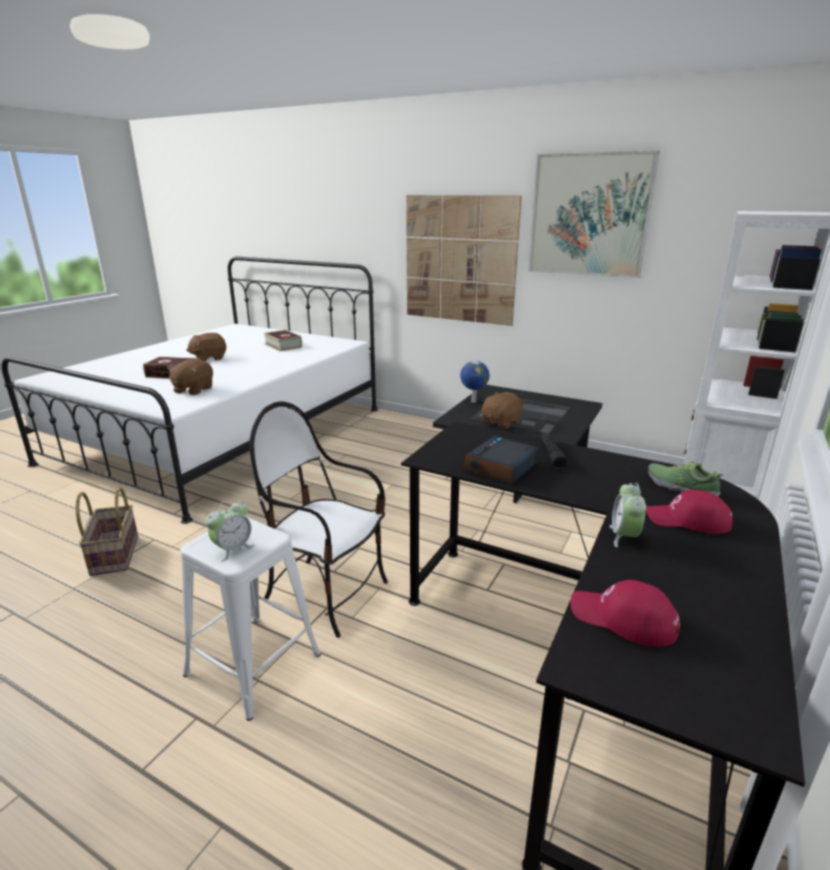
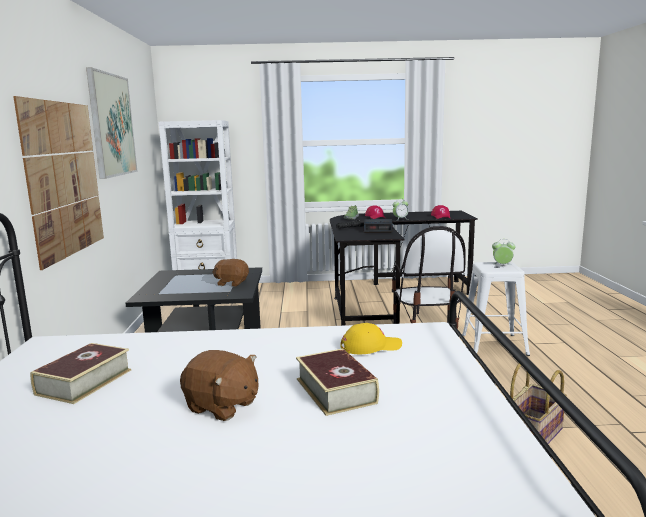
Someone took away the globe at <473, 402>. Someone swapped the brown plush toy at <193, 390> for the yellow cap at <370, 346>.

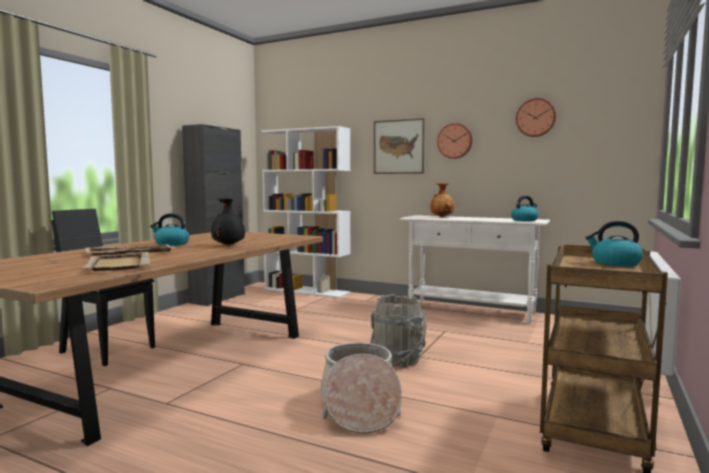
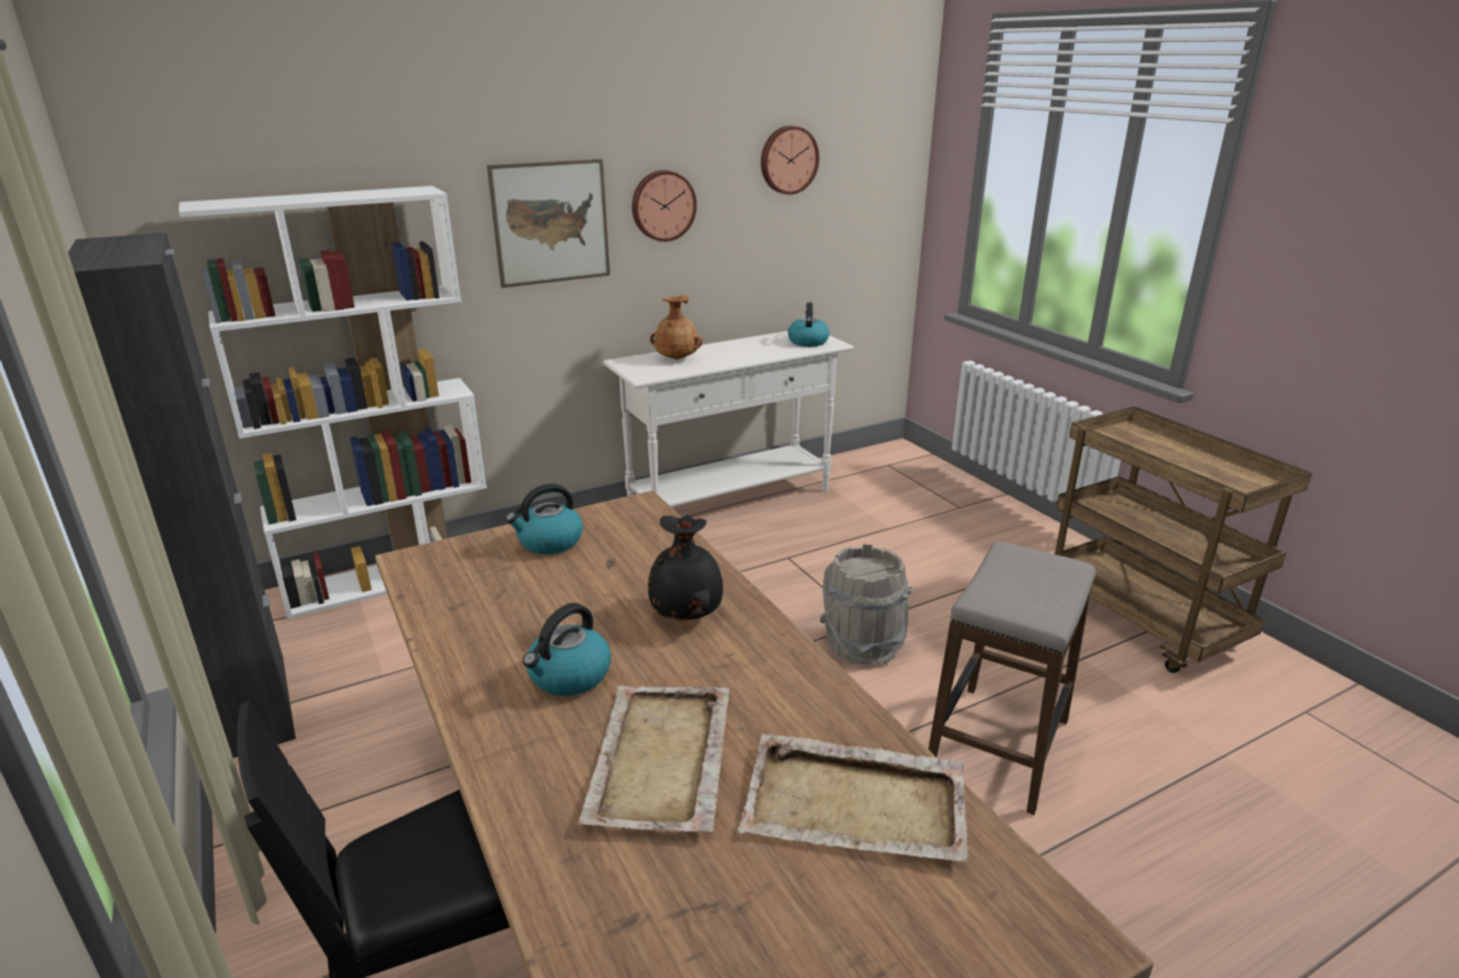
Someone carried the kettle from <615, 263> to <549, 542>. Someone swapped the basket at <359, 407> for the stool at <999, 746>.

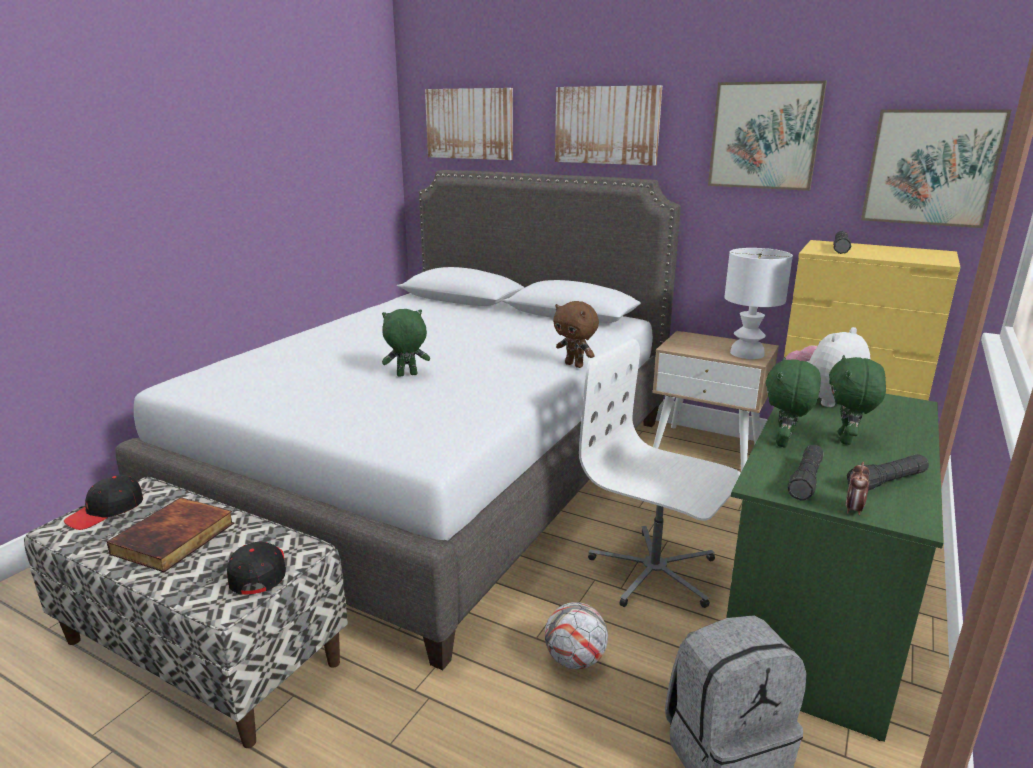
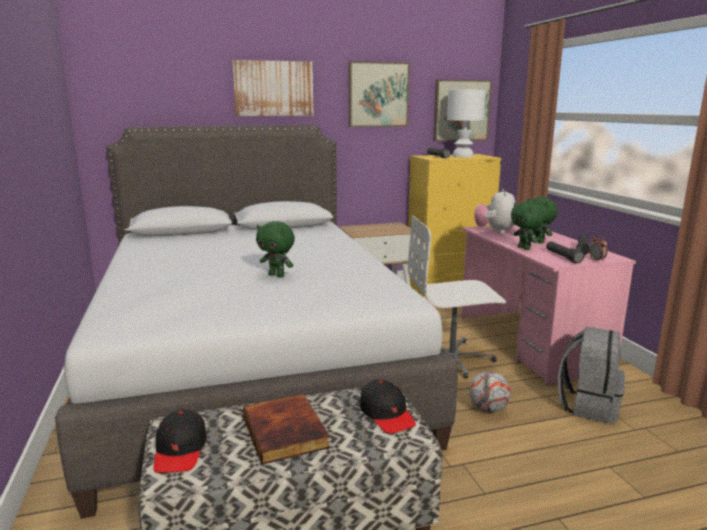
Someone took away the picture at <469, 124>. Someone took away the brown plush toy at <575, 365>. Someone carried the white table lamp from <748, 353> to <463, 156>. Someone repainted the green desk at <817, 611>, which became the pink desk at <529, 343>. Someone rotated the black cap at <258, 572> by 150 degrees counterclockwise. Someone rotated the green plush toy at <406, 375> by 90 degrees counterclockwise.

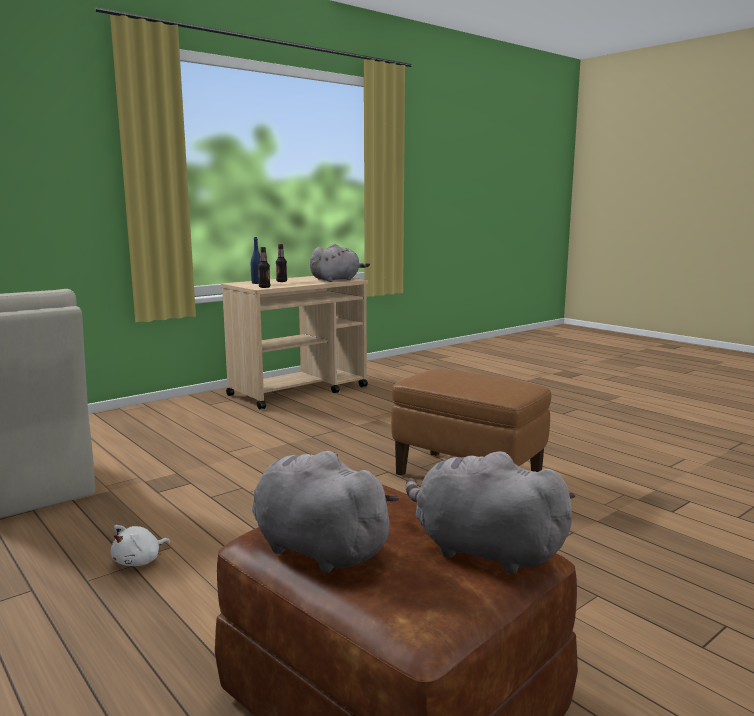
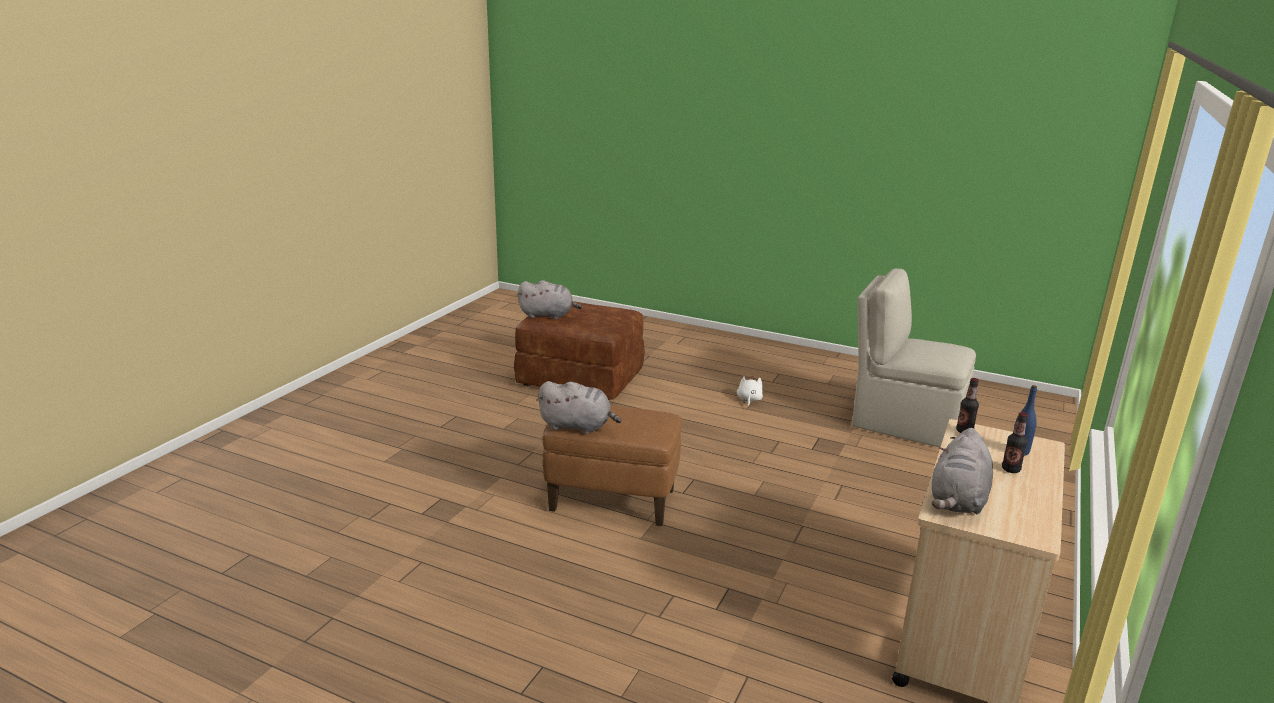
Someone carried the grey plush toy from <315, 548> to <578, 426>.

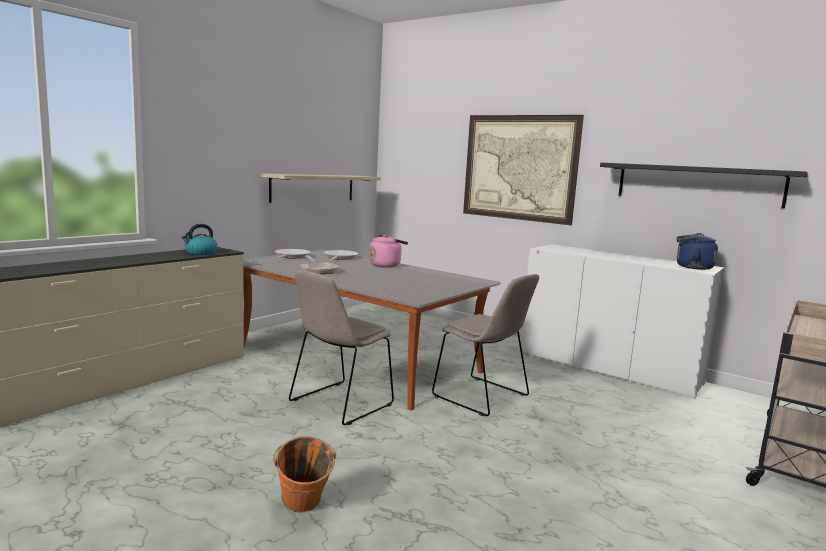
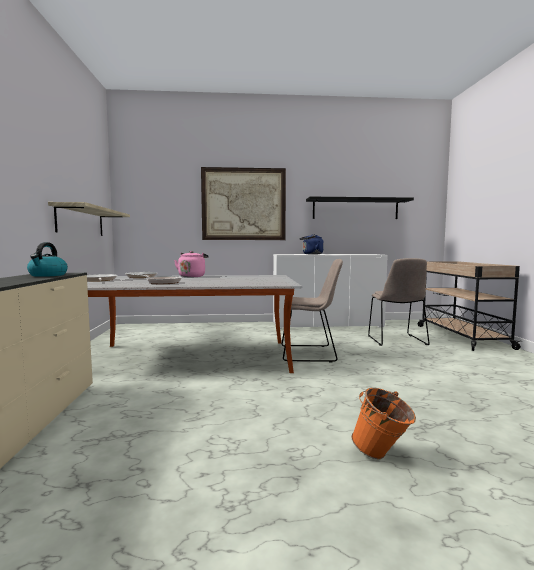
Someone carried the beige chair from <339, 404> to <397, 341>. Someone carried the blue kettle from <691, 267> to <311, 254>.

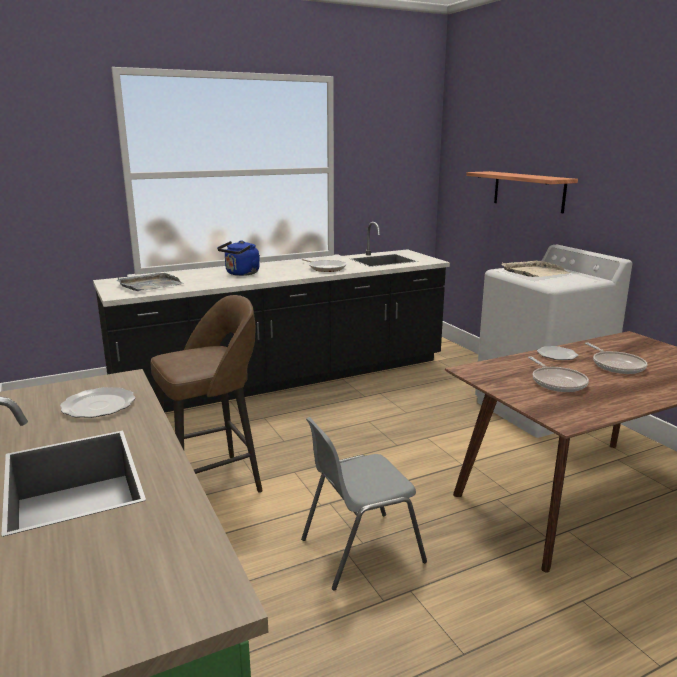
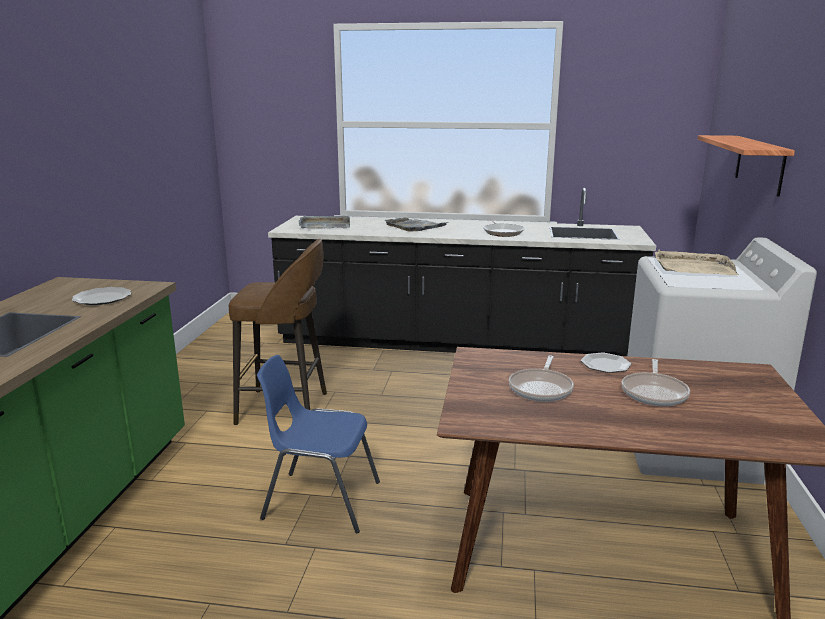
Someone swapped the blue kettle at <241, 274> for the grey tray at <414, 226>. Someone repainted the grey chair at <359, 550>, which became the blue chair at <320, 500>.

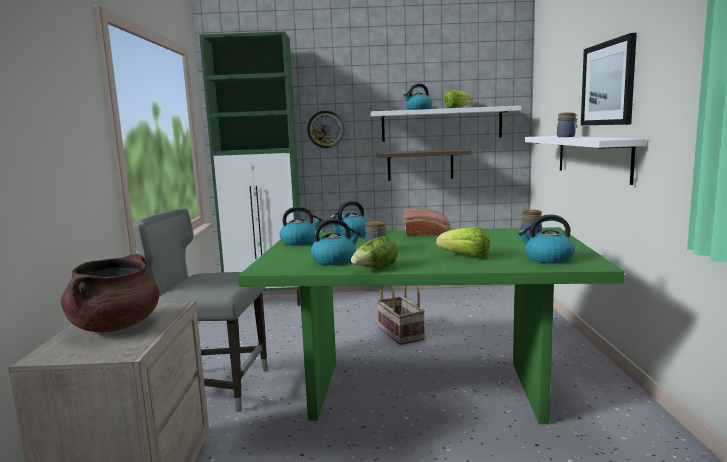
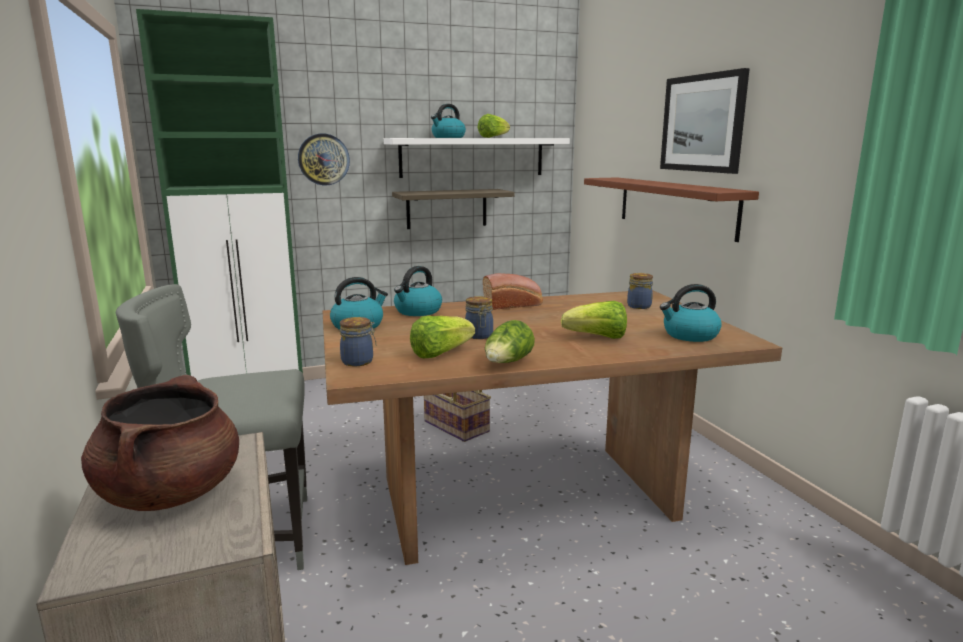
Someone carried the jar from <566, 137> to <359, 361>. Someone swapped the kettle at <335, 260> for the lettuce at <440, 353>. Someone repainted the green dining table at <423, 390>, which became the brown dining table at <525, 499>. Someone repainted the white shelf at <592, 156>, which became the brown shelf at <675, 206>.

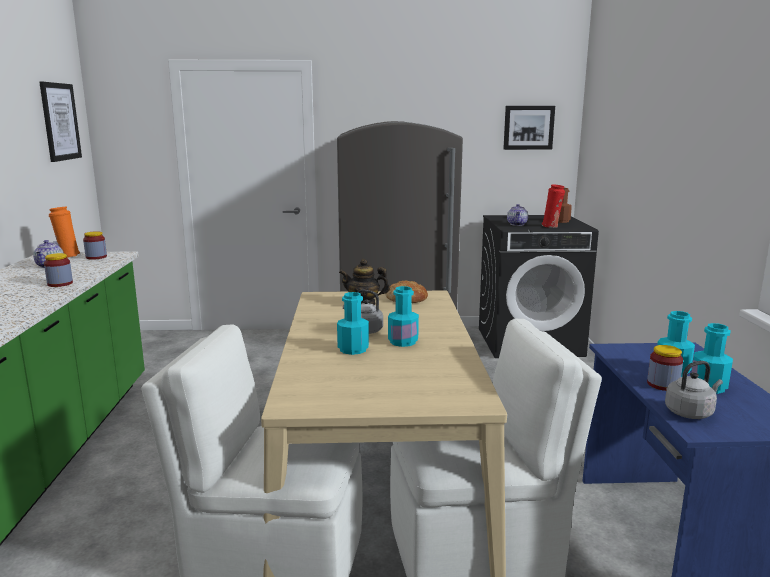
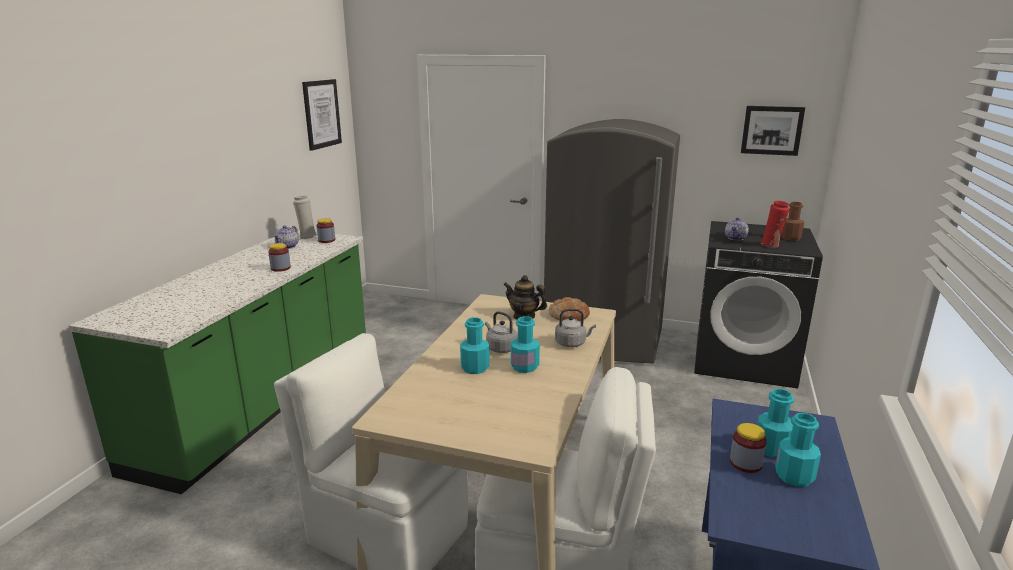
Someone carried the grey kettle from <690, 412> to <572, 343>. Someone repainted the orange vase at <67, 256>, which became the white vase at <306, 237>.

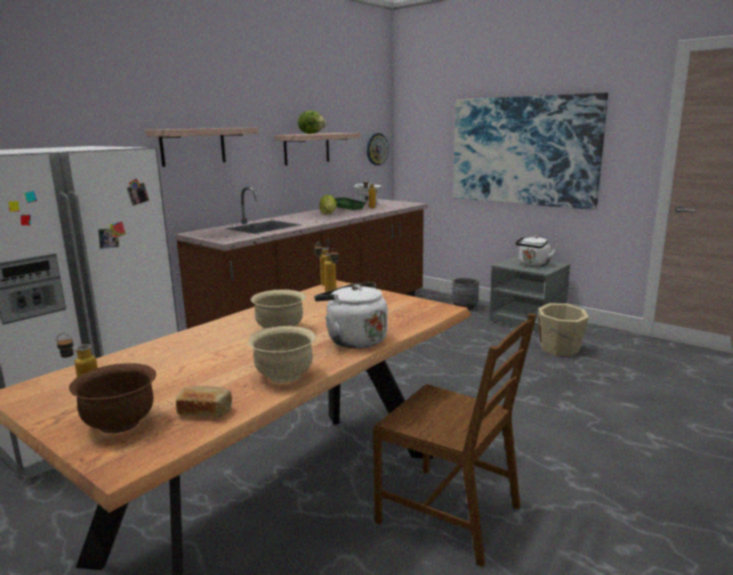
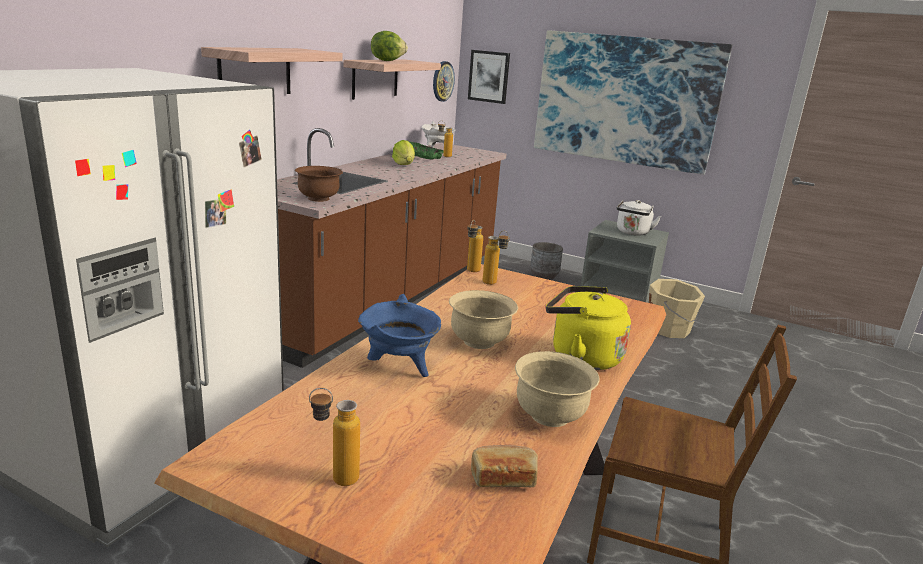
Someone put down the blue cooking pot at <399, 367>. Someone put up the picture at <489, 76>. Someone carried the brown bowl from <120, 424> to <319, 199>. Someone repainted the white kettle at <353, 340>, which became the yellow kettle at <581, 357>.

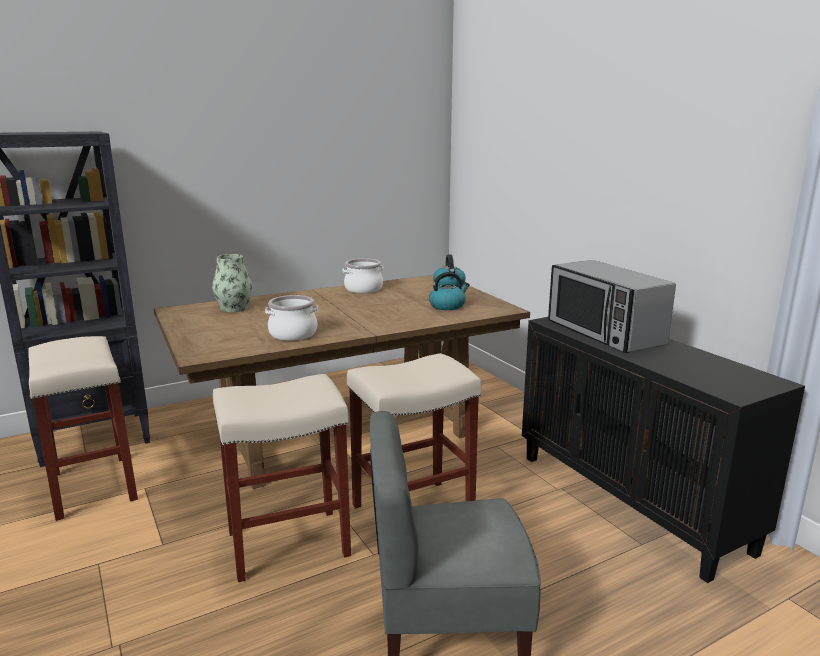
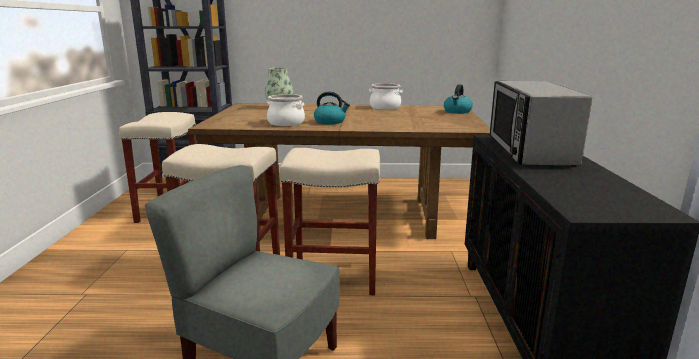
Someone carried the kettle from <447, 306> to <330, 122>.

